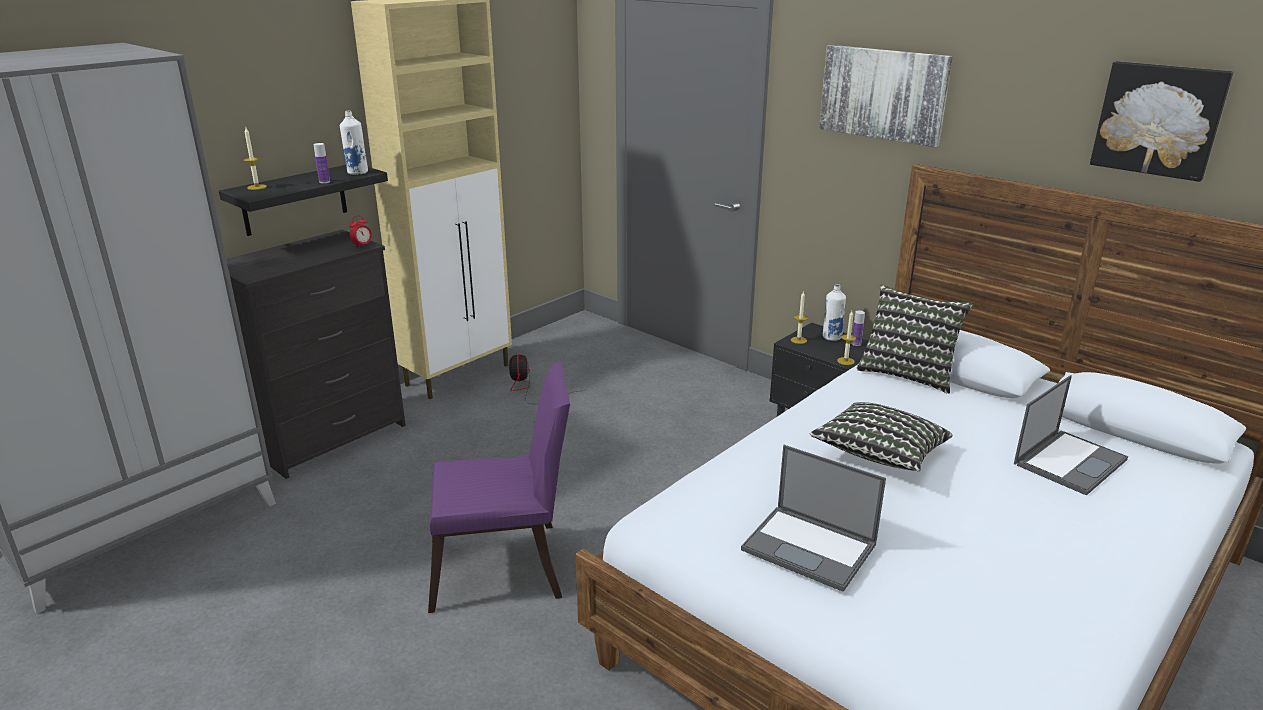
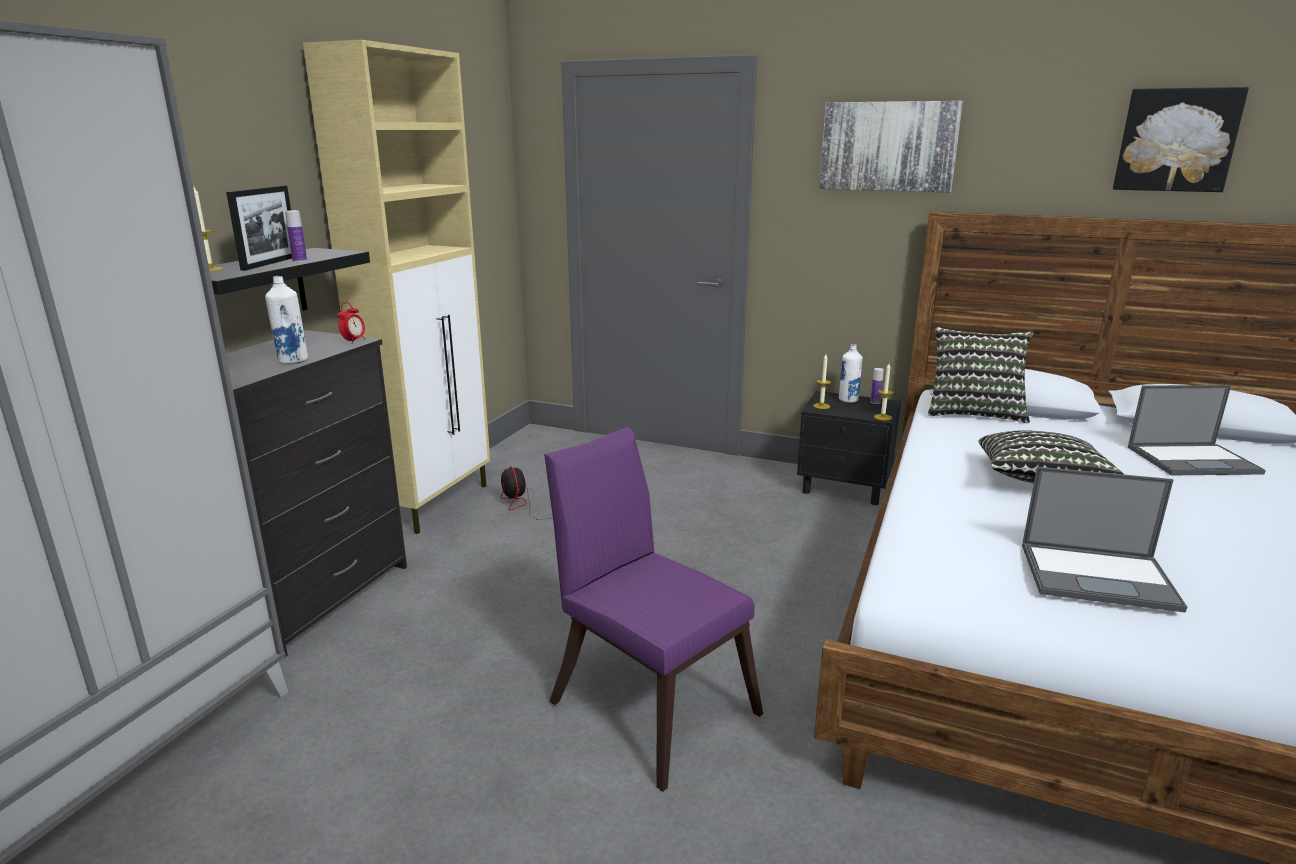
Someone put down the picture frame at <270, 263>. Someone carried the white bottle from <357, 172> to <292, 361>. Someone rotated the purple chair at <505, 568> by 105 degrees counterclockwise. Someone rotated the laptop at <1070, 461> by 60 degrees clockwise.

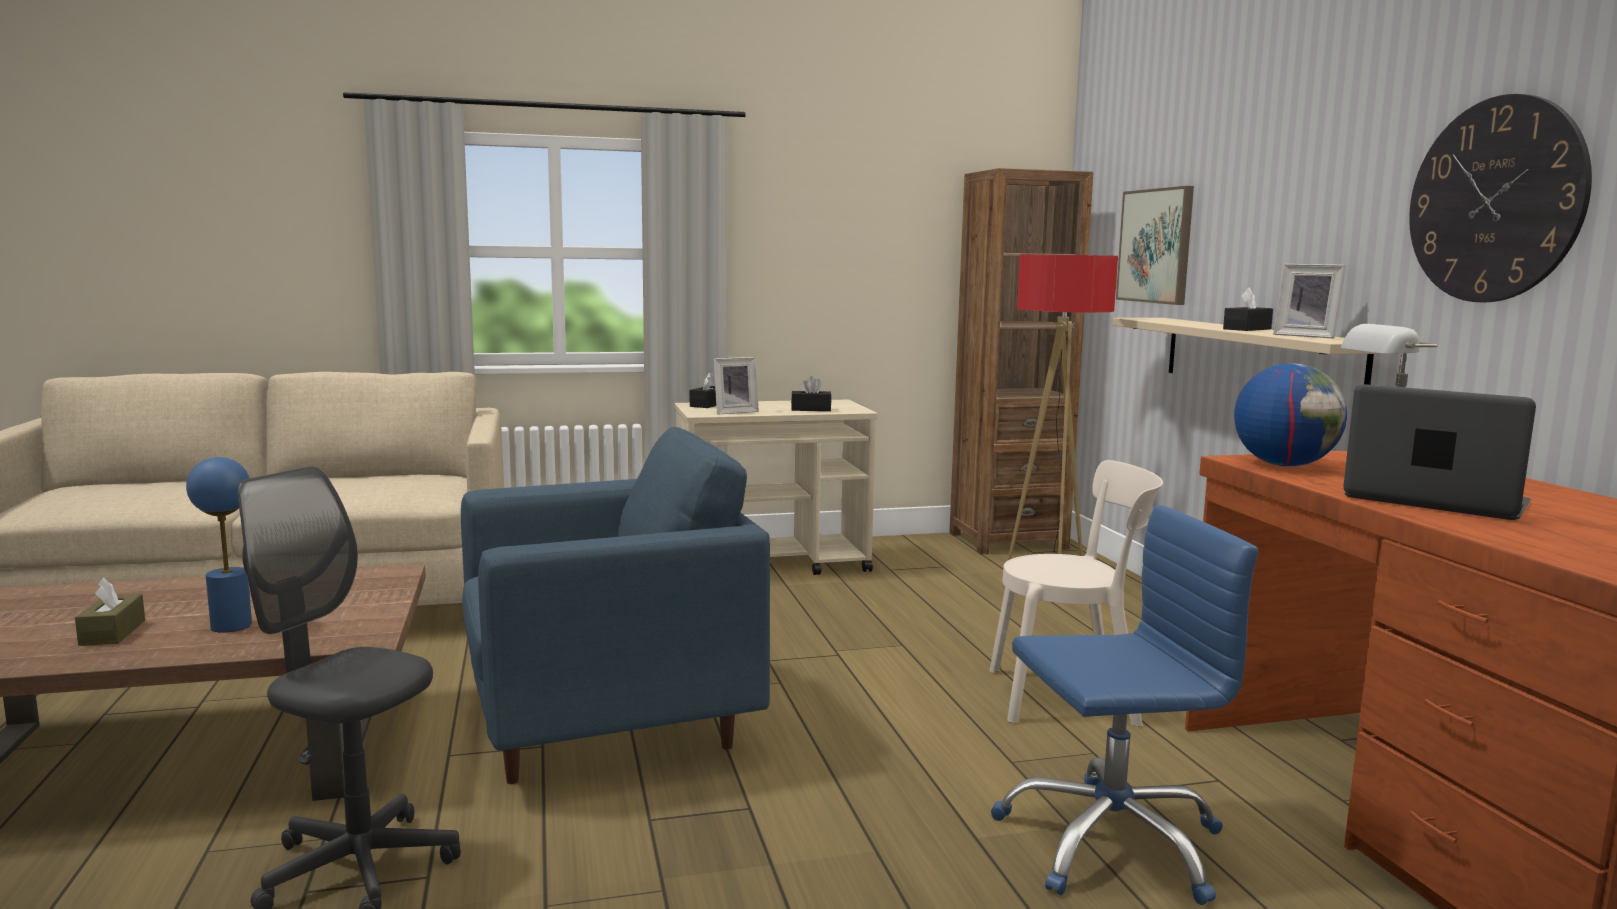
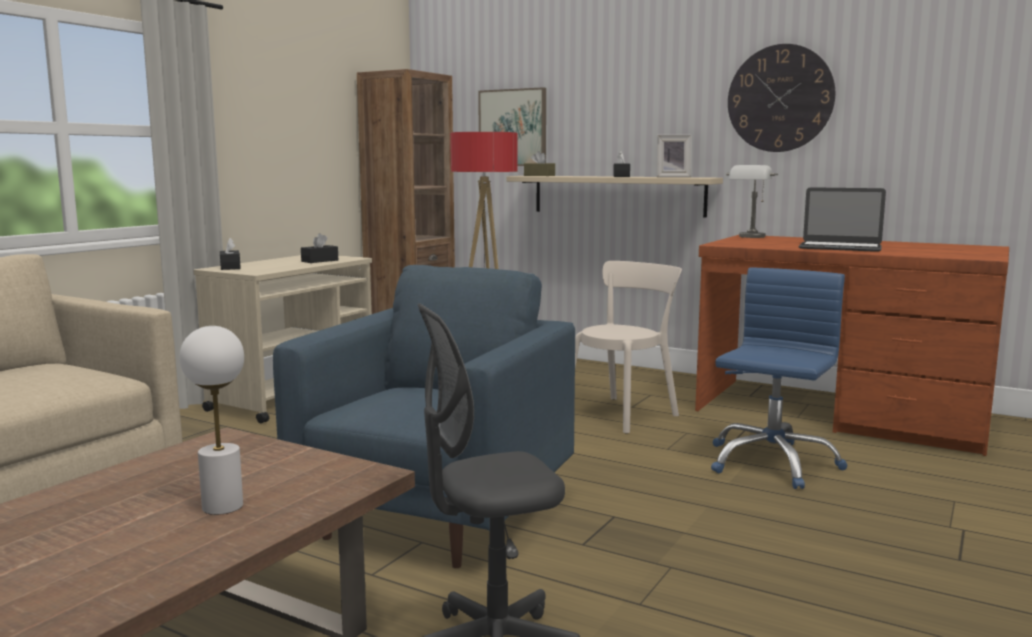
Someone took away the picture frame at <734, 412>. Someone took away the globe at <1284, 465>. Someone carried the brown tissue box from <112, 633> to <539, 175>. Someone repainted the blue table lamp at <231, 626>, which became the white table lamp at <222, 506>. Someone rotated the laptop at <1435, 500> by 150 degrees counterclockwise.

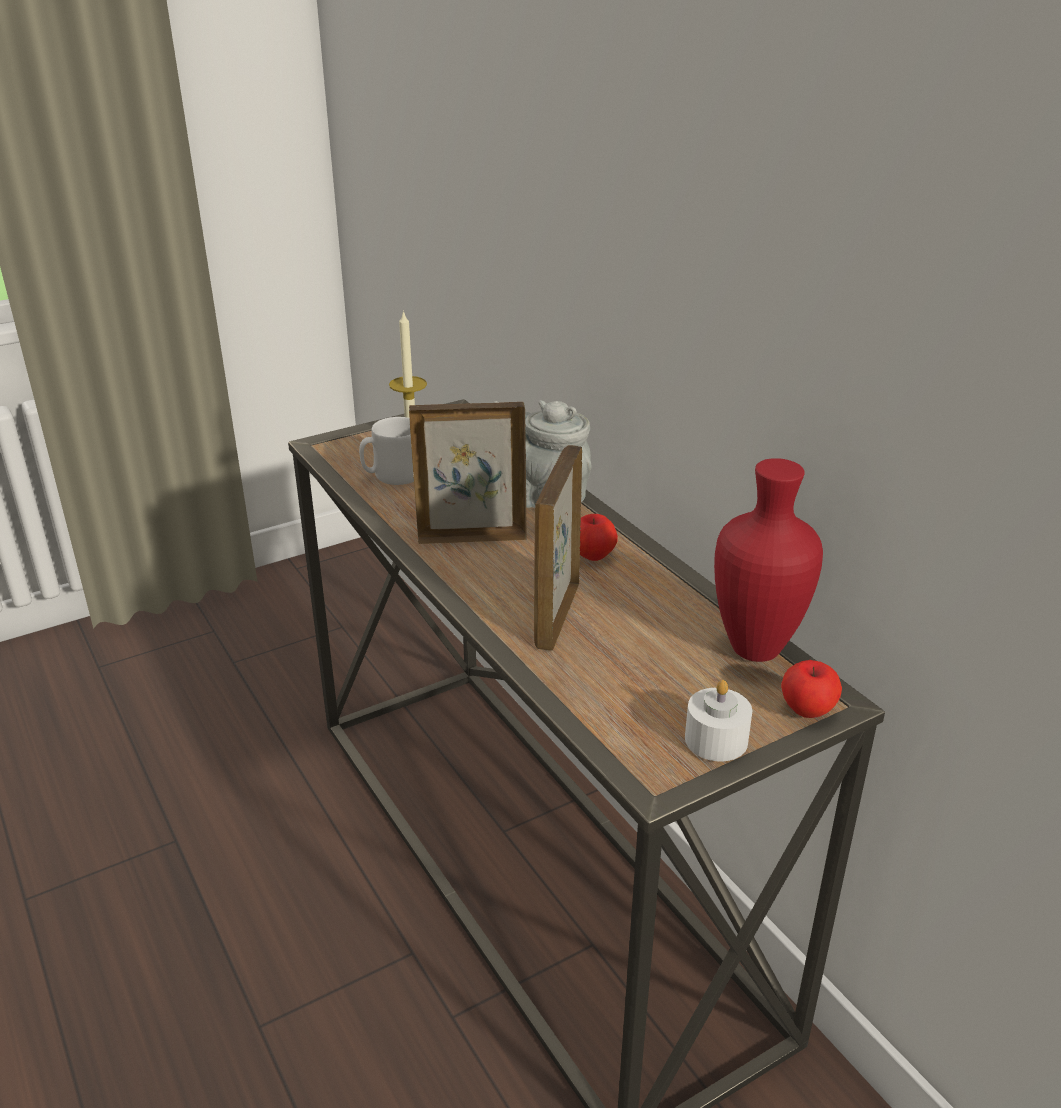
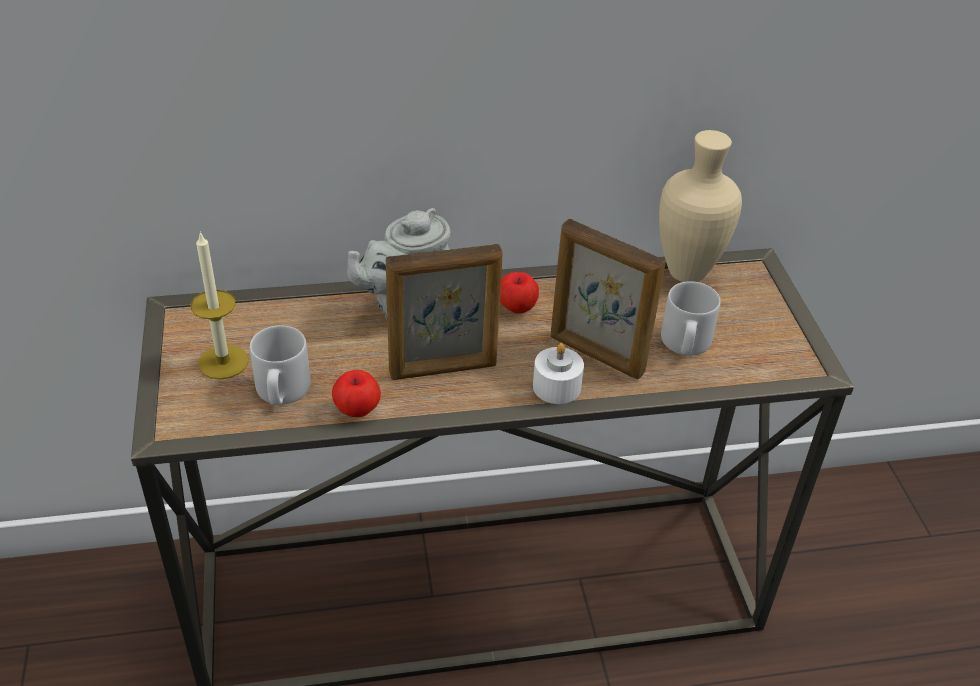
Someone put down the grey mug at <685, 344>. Someone carried the white candle from <716, 739> to <556, 386>. Someone carried the apple from <808, 709> to <357, 409>. Someone repainted the red vase at <759, 649>, which became the beige vase at <687, 271>. Someone rotated the picture frame at <471, 537> by 120 degrees counterclockwise.

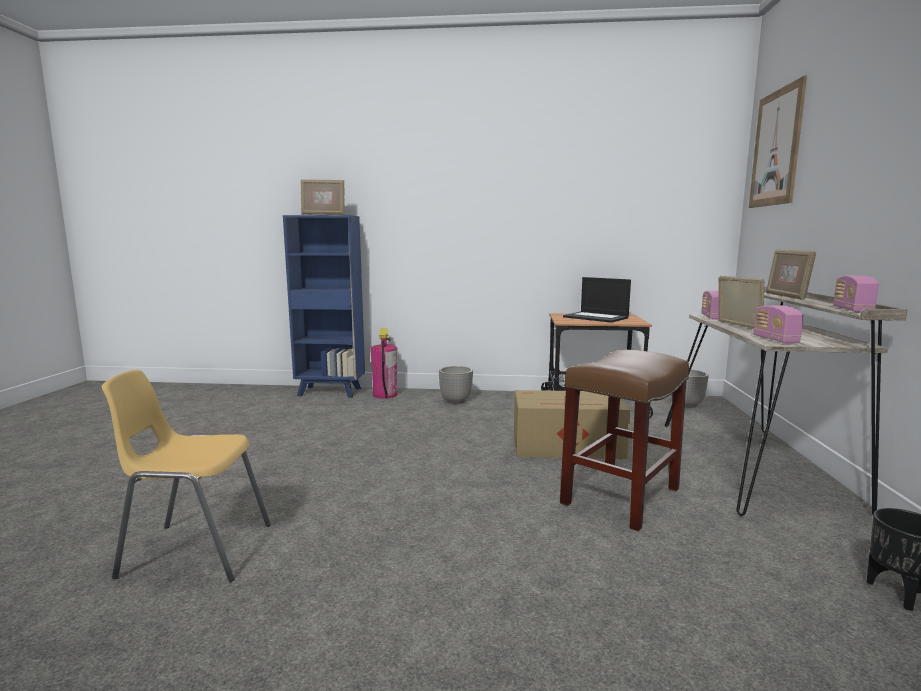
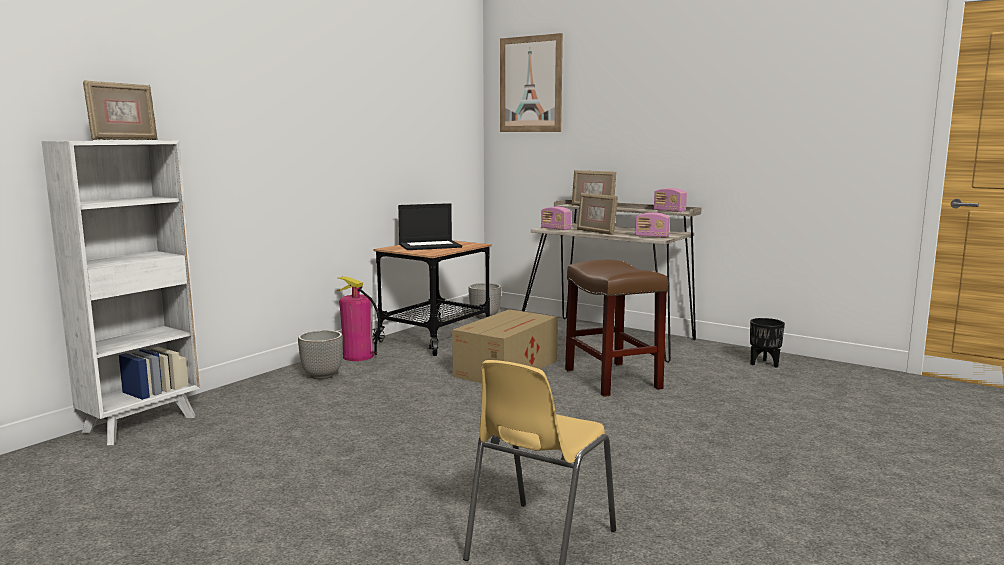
Someone carried the fire extinguisher from <385, 395> to <358, 356>. Someone repainted the blue bookcase at <331, 392>, which became the white bookcase at <142, 424>. Someone rotated the picture frame at <737, 325> by 150 degrees counterclockwise.

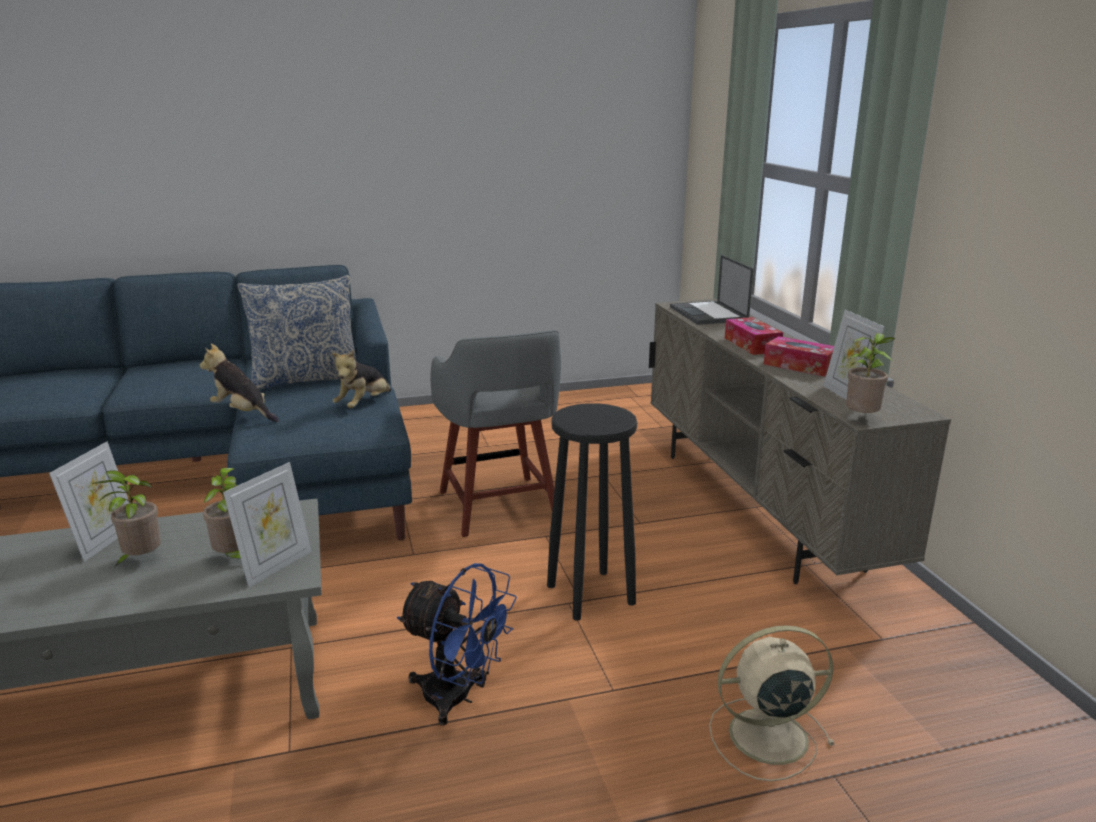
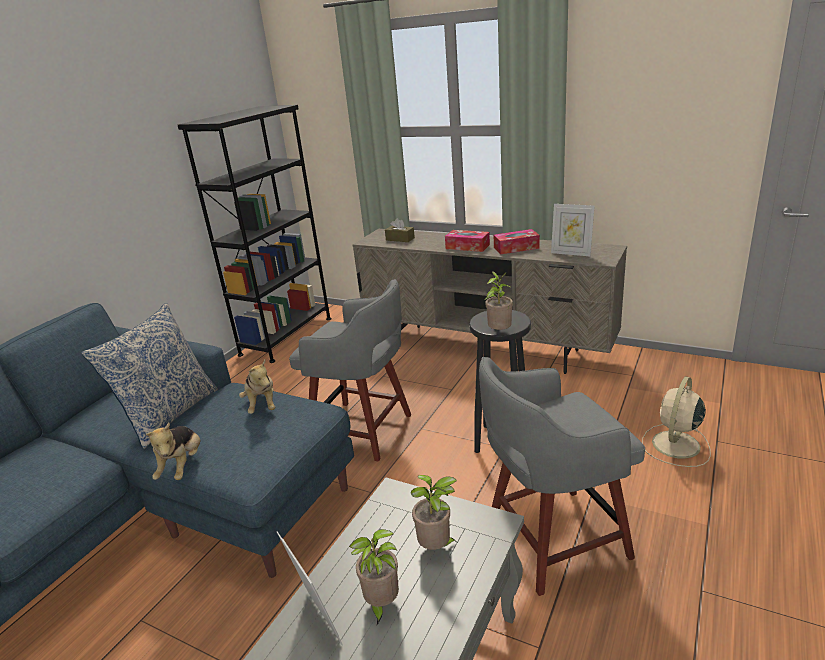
Someone took away the picture frame at <275, 566>. Someone put down the black bookcase at <286, 336>. Someone carried the potted plant from <862, 419> to <499, 332>. Someone swapped the blue fan at <458, 698> for the grey stool at <552, 540>. Someone swapped the laptop at <709, 314> for the brown tissue box at <400, 239>. Someone rotated the plush toy at <242, 413> by 75 degrees counterclockwise.

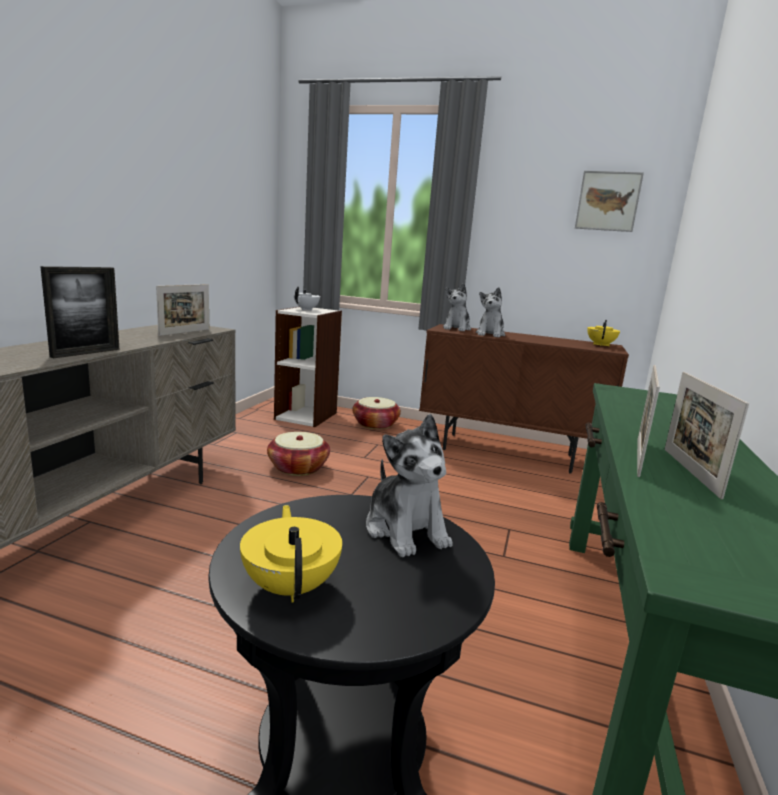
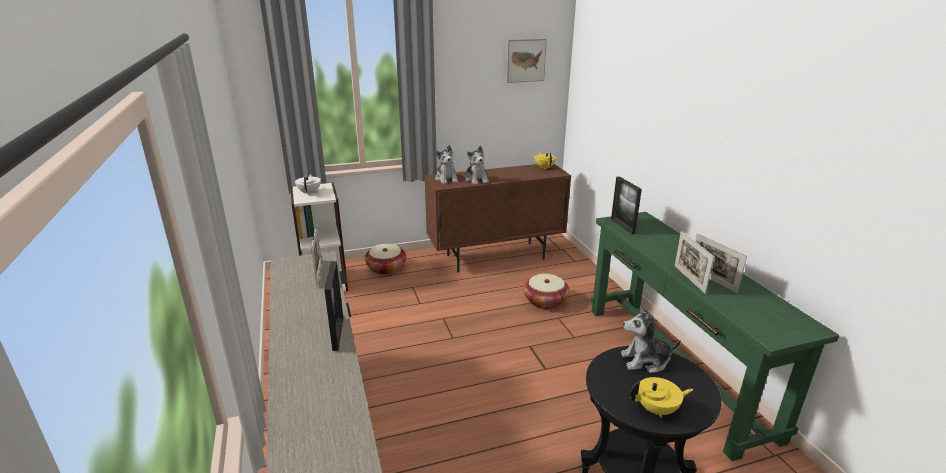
Someone put down the picture frame at <622, 226>. Someone carried the basket from <298, 467> to <545, 301>. Someone rotated the yellow teapot at <291, 586> by 135 degrees clockwise. Someone rotated the plush toy at <406, 530> by 150 degrees clockwise.

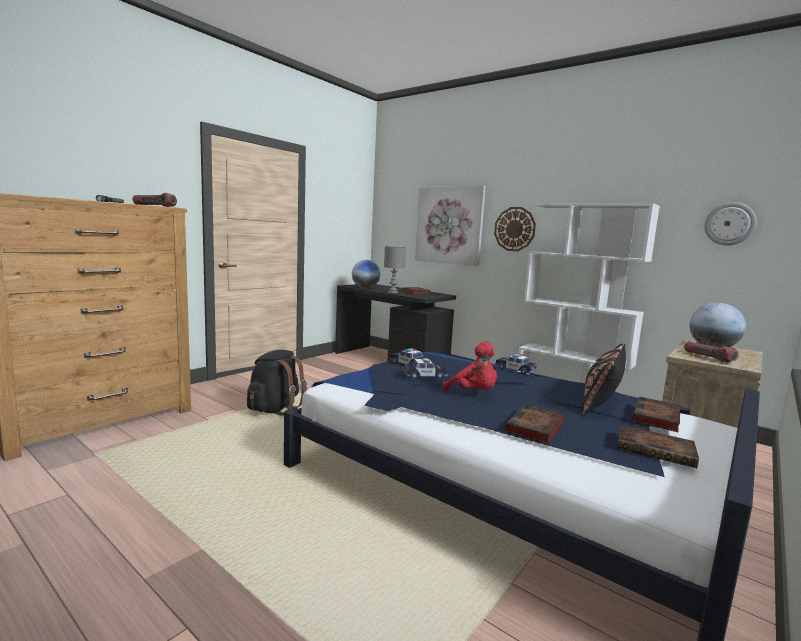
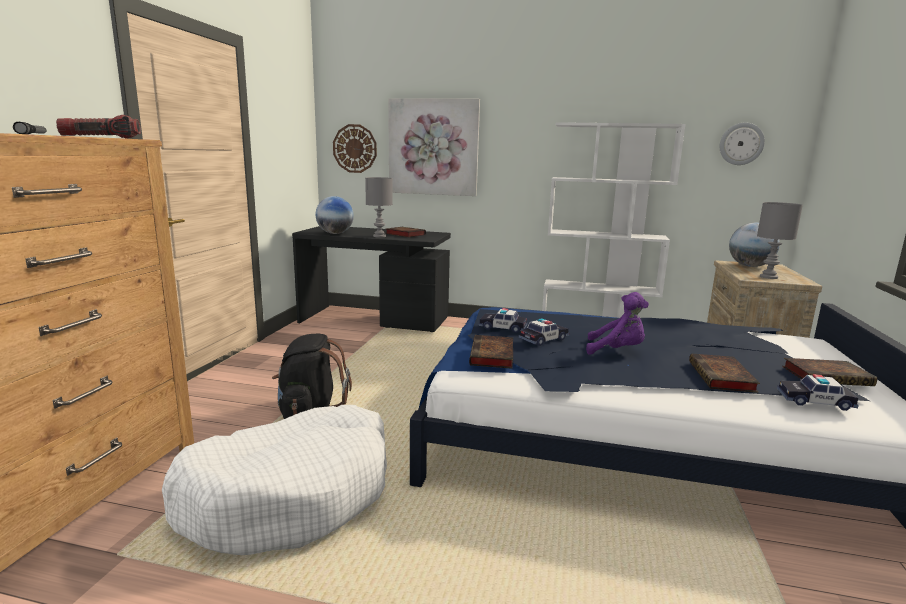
Someone took away the black pillow at <601, 400>. Someone put down the white dog bed at <290, 495>. Someone carried the wall clock from <514, 229> to <355, 148>. Someone carried the toy car from <515, 369> to <815, 401>. Someone carried the book from <657, 418> to <492, 356>. Someone swapped the flashlight at <708, 357> for the grey table lamp at <768, 277>. Someone repainted the red plush toy at <473, 393>, which became the purple plush toy at <617, 351>.

